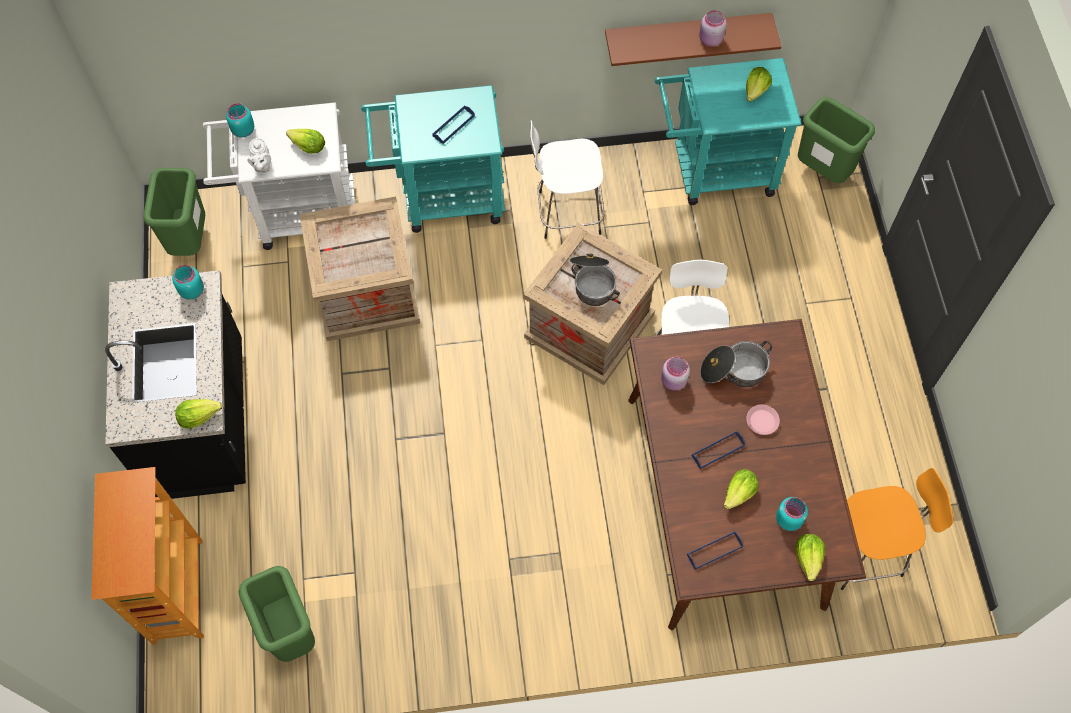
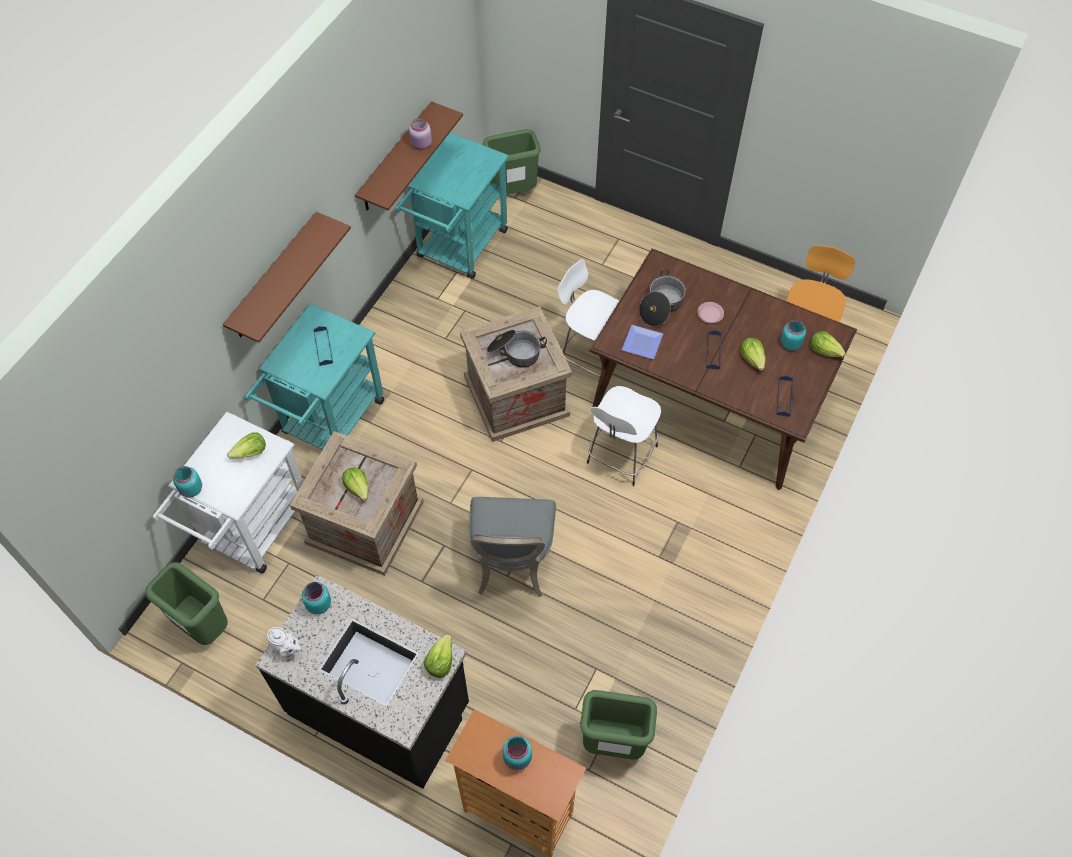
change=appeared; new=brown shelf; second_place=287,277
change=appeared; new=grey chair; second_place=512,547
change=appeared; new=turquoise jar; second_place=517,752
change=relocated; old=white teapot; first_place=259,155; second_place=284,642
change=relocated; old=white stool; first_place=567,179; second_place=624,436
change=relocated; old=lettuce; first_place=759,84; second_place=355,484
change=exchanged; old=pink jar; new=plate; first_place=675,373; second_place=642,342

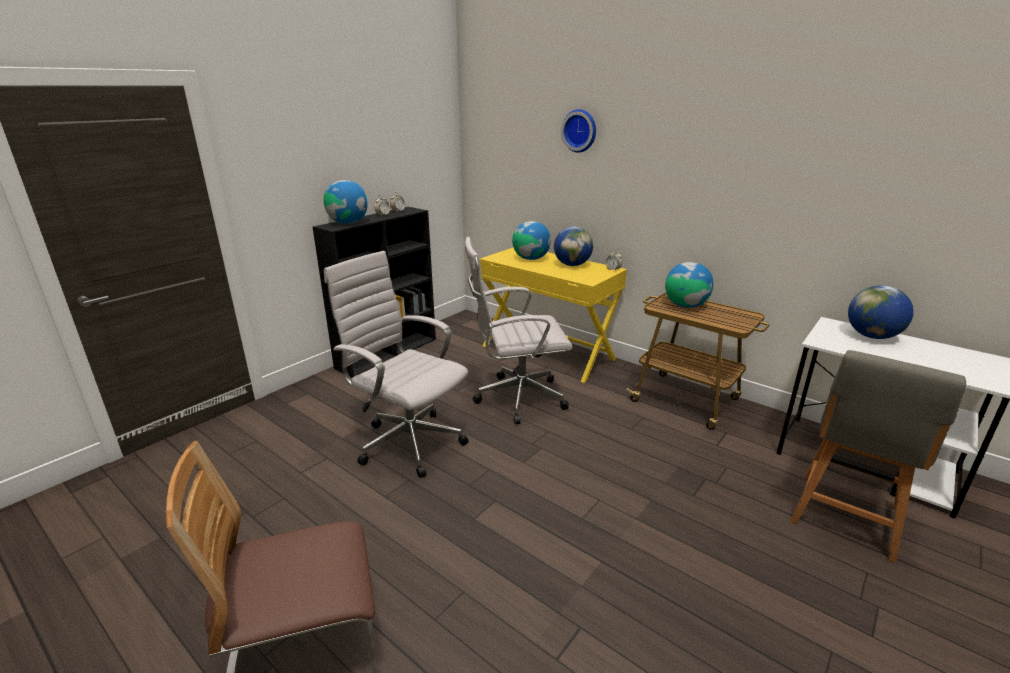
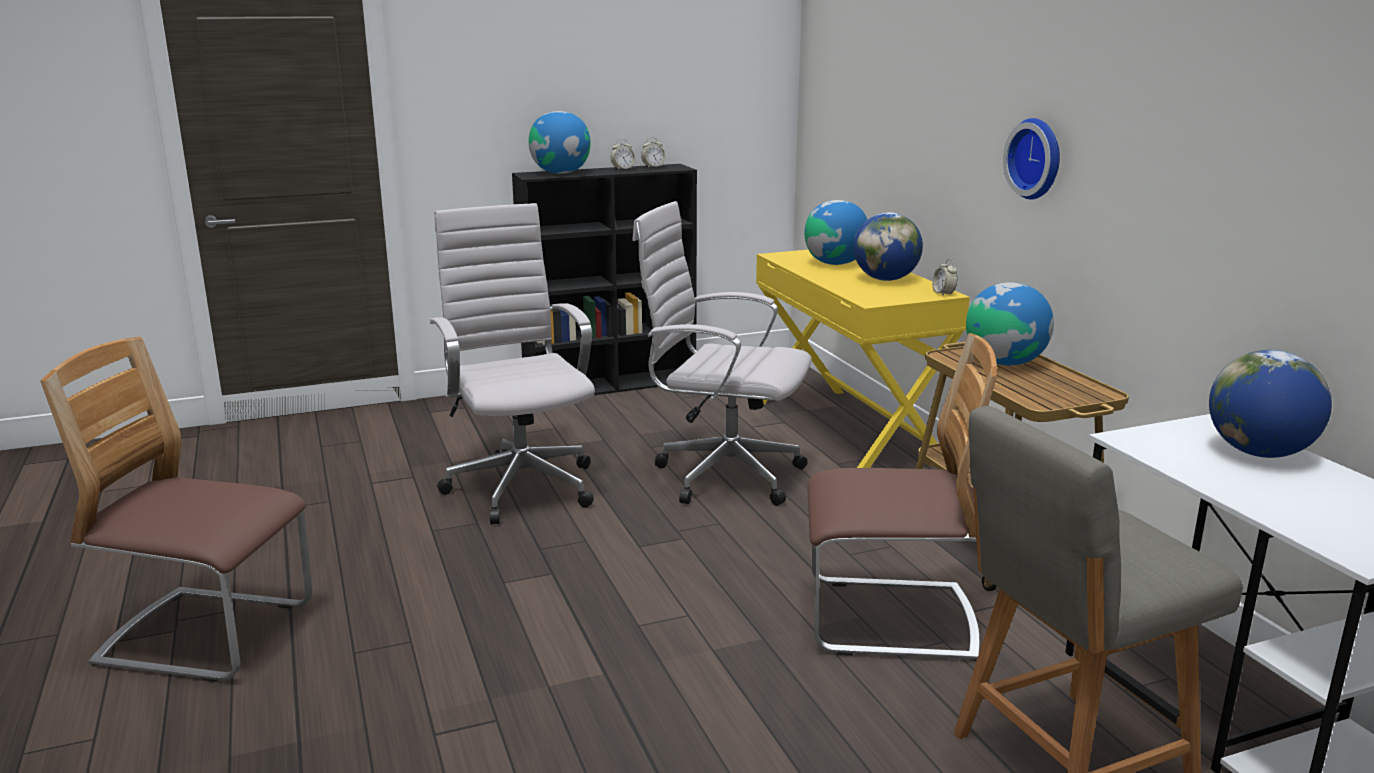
change=appeared; new=chair; second_place=902,497
change=relocated; old=wall clock; first_place=578,131; second_place=1031,159

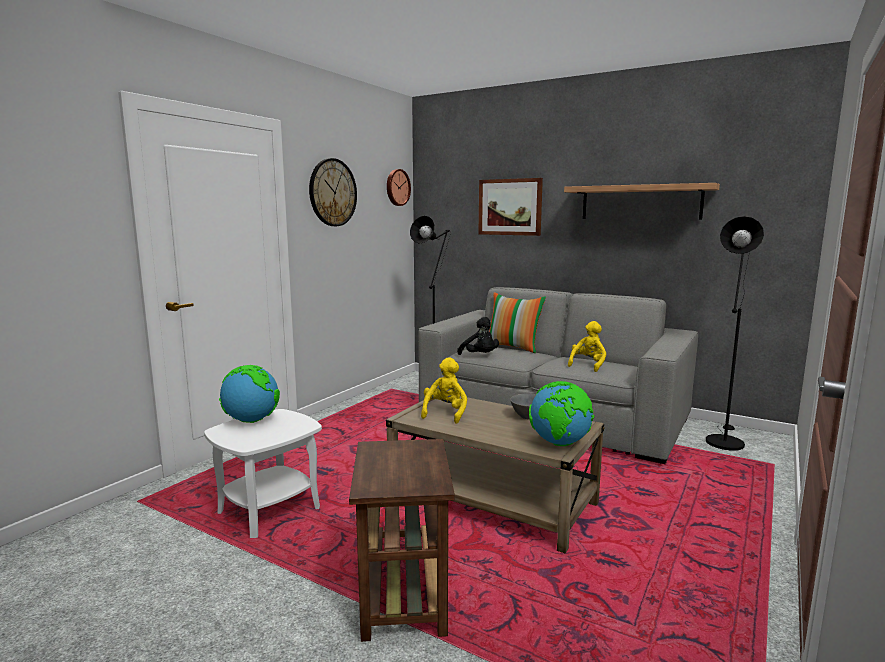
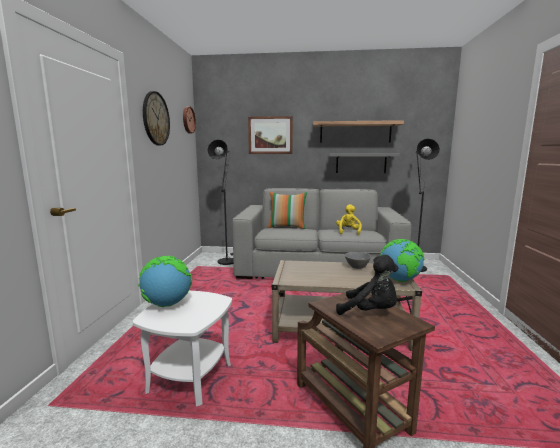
change=missing; old=yellow plush toy; first_place=444,390
change=appeared; new=grey shelf; second_place=364,163
change=relocated; old=black plush toy; first_place=478,336; second_place=367,285

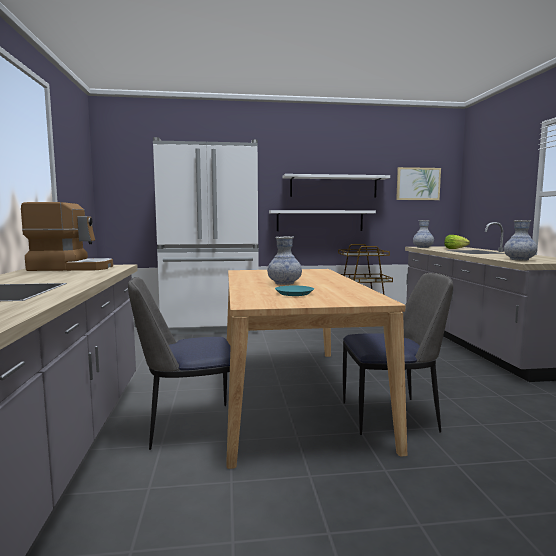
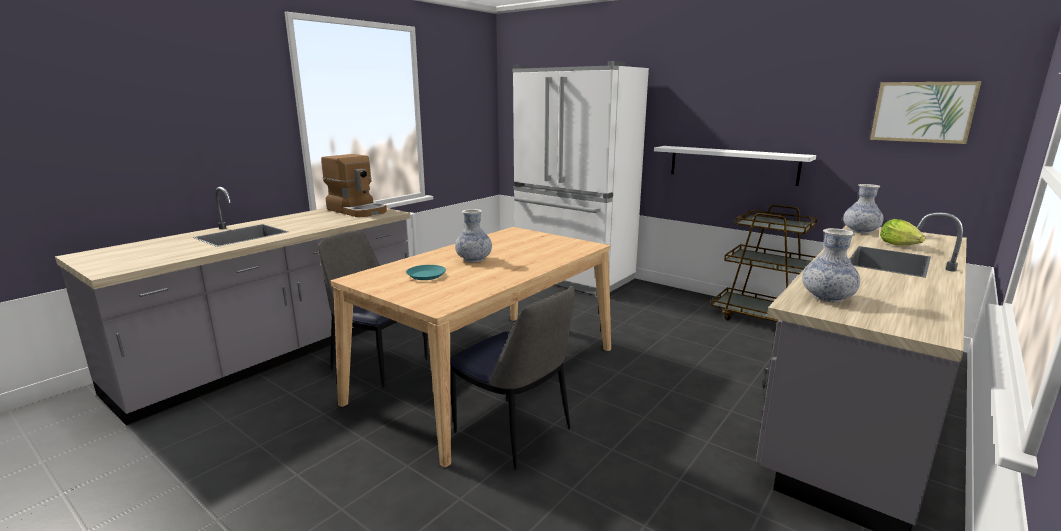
change=missing; old=white shelf; first_place=336,185

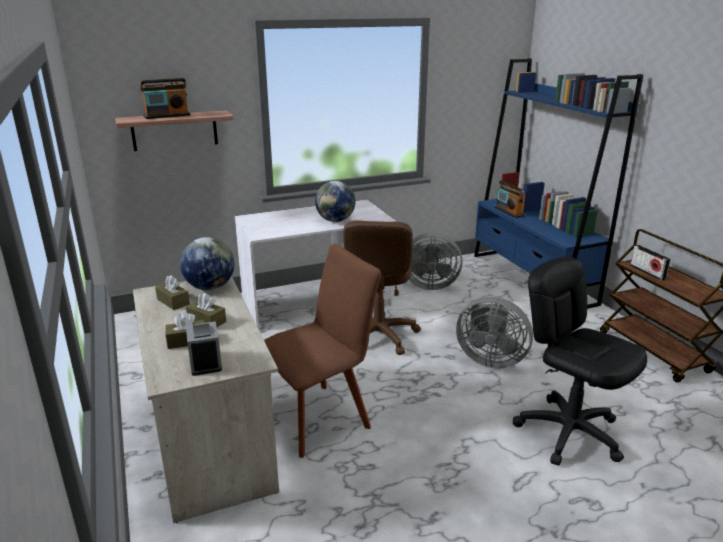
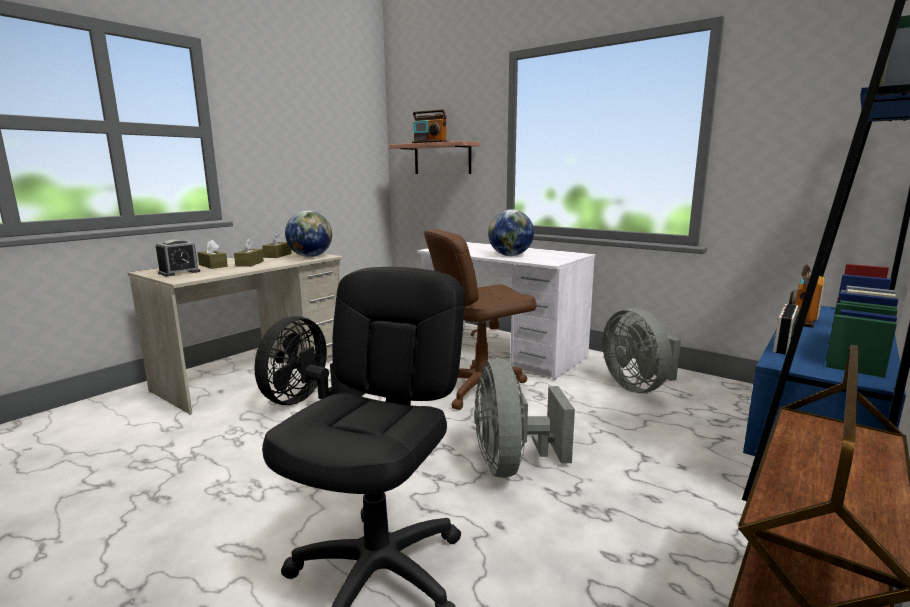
change=relocated; old=radio; first_place=650,262; second_place=786,329
change=exchanged; old=brown chair; new=black fan; first_place=322,351; second_place=309,360

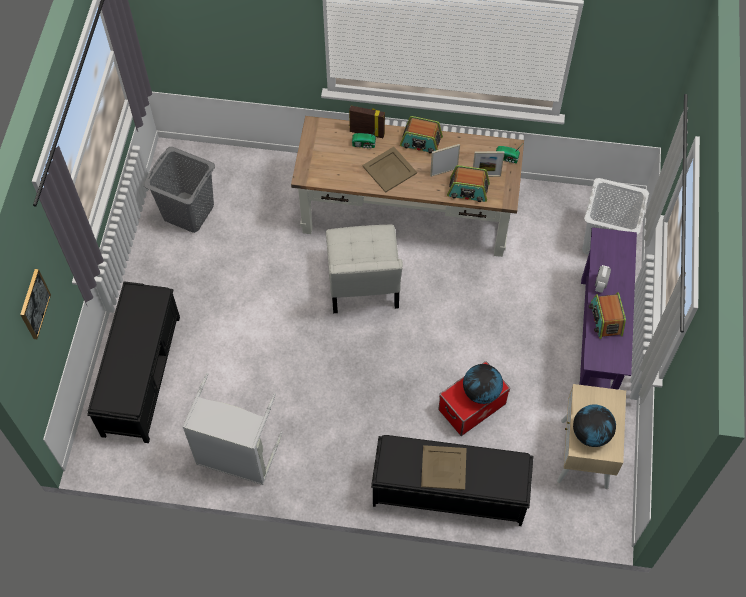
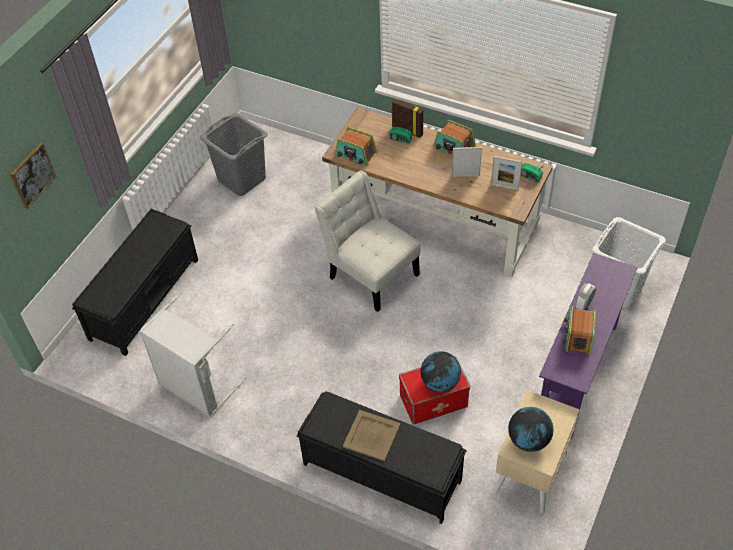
change=missing; old=beige tray; first_place=389,170
change=relocated; old=radio; first_place=468,183; second_place=356,146
change=spun; old=white chair; first_place=364,269; second_place=367,241; degrees=120

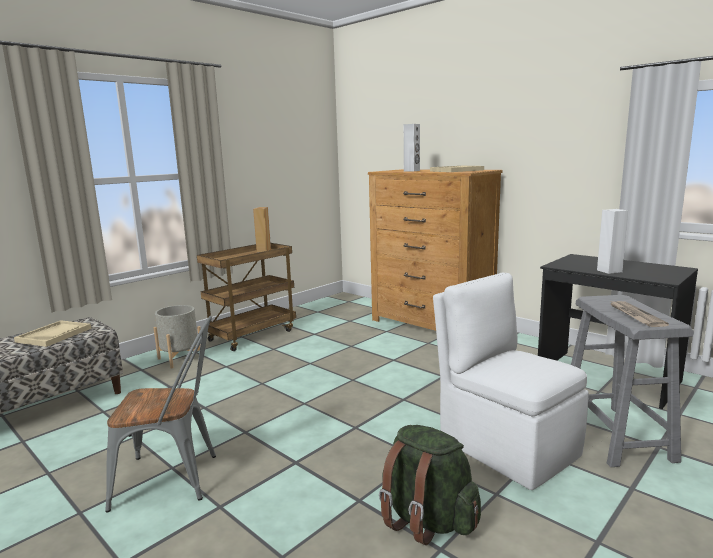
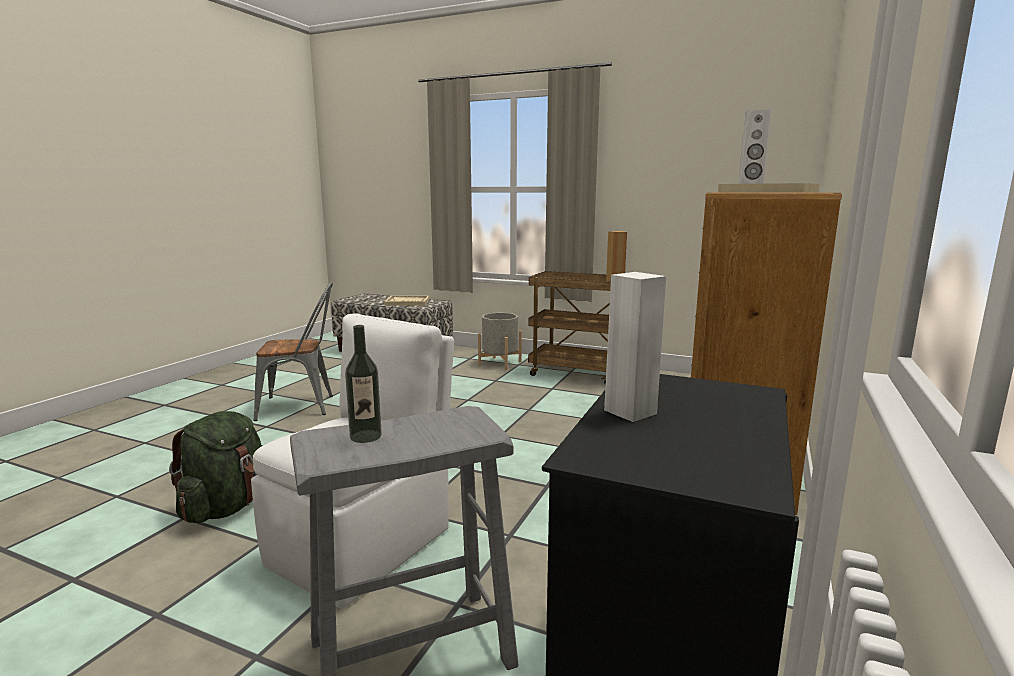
change=exchanged; old=newspaper; new=bottle; first_place=639,314; second_place=363,384
change=spun; old=grey chair; first_place=161,414; second_place=293,351; degrees=-75

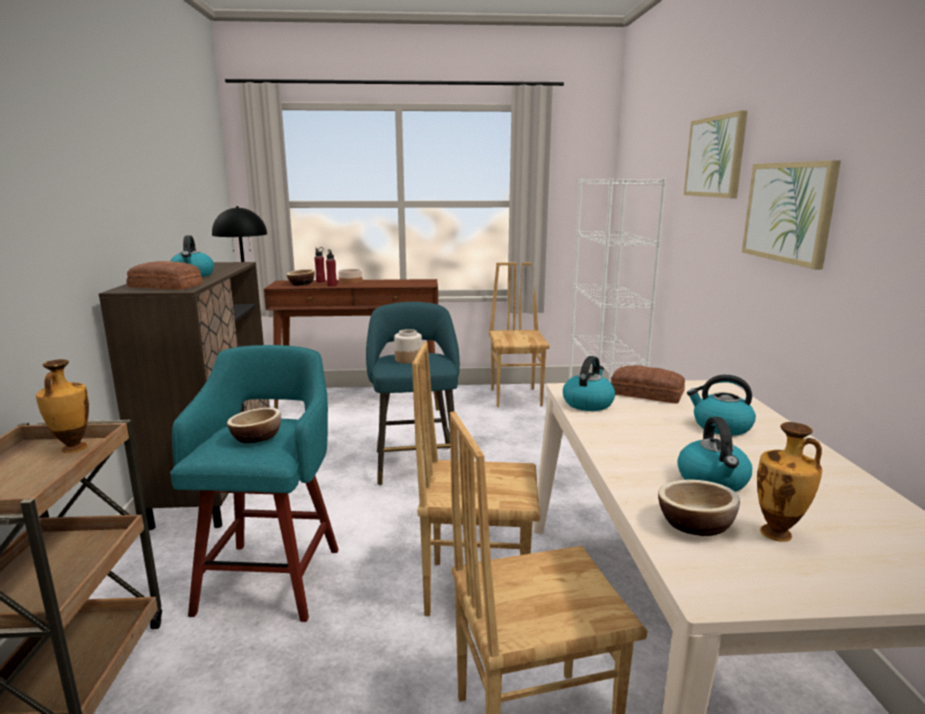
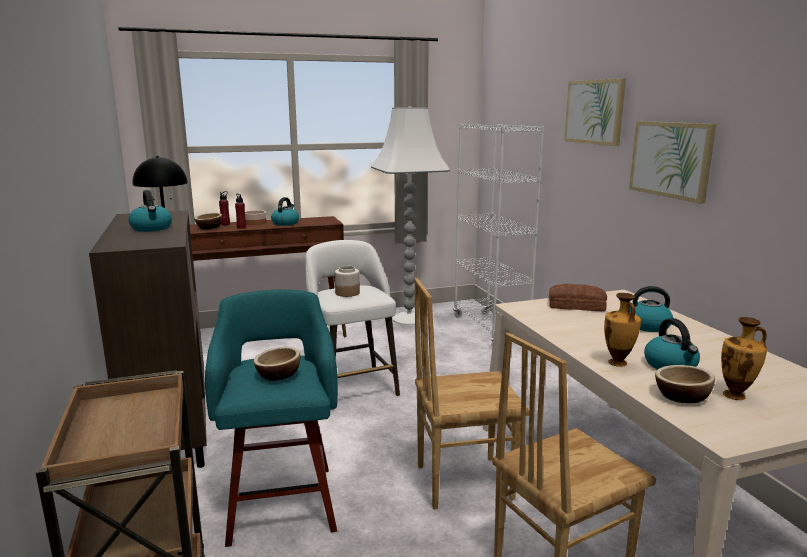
change=missing; old=bread; first_place=165,275
change=relocated; old=vase; first_place=62,406; second_place=622,330
change=relocated; old=kettle; first_place=589,383; second_place=285,211
change=exchanged; old=brown chair; new=white floor lamp; first_place=519,334; second_place=410,215
change=colour; old=turquoise stool; new=white stool; first_place=413,394; second_place=352,325

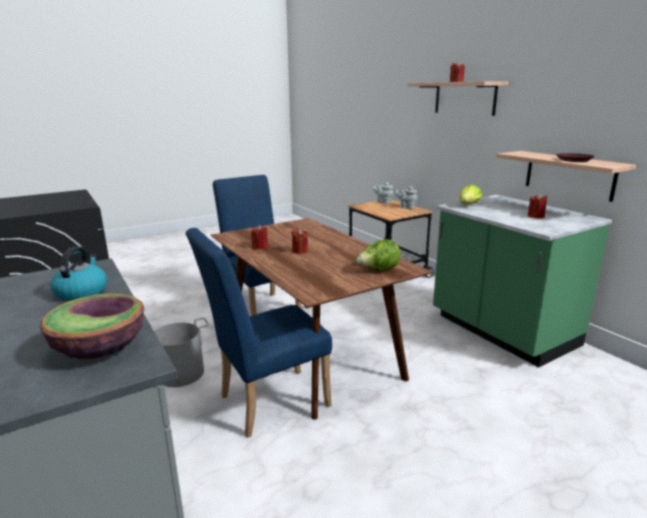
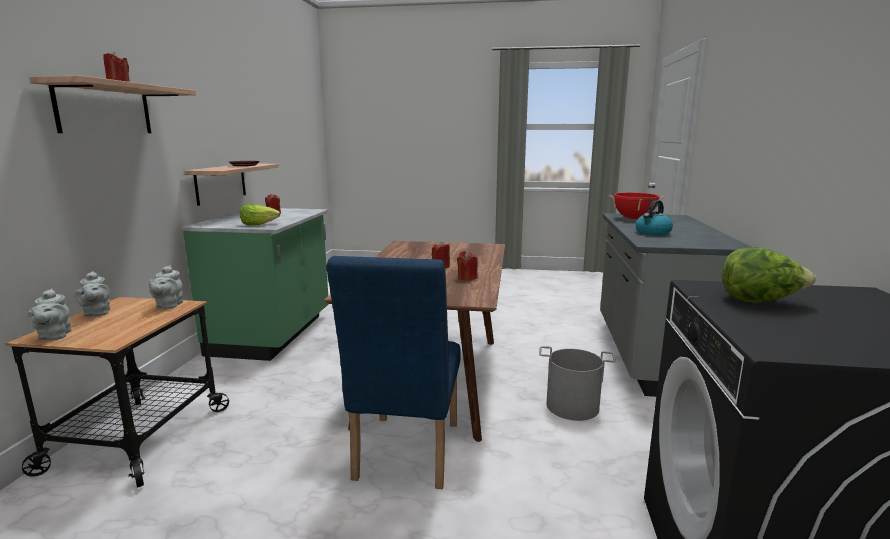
change=missing; old=blue chair; first_place=259,333
change=appeared; new=grey teapot; second_place=166,287
change=relocated; old=lettuce; first_place=379,254; second_place=769,275
change=exchanged; old=bowl; new=red cooking pot; first_place=92,326; second_place=637,205

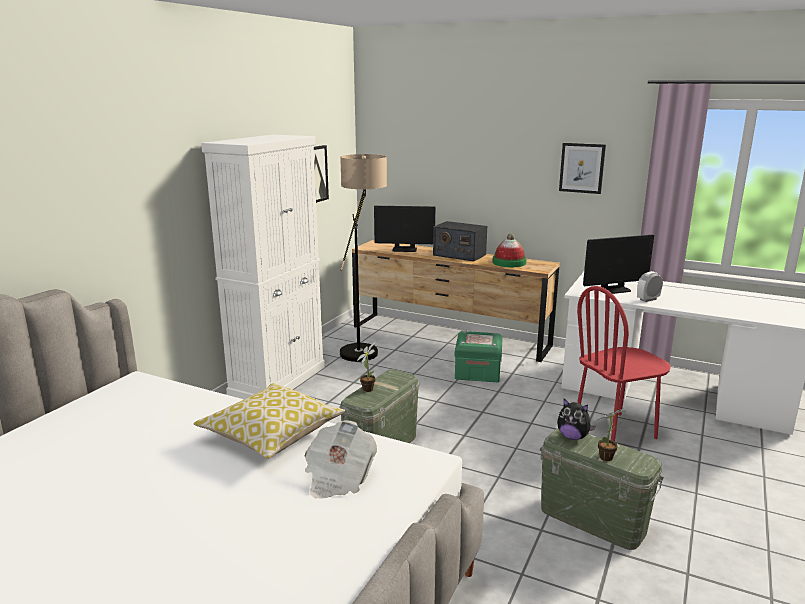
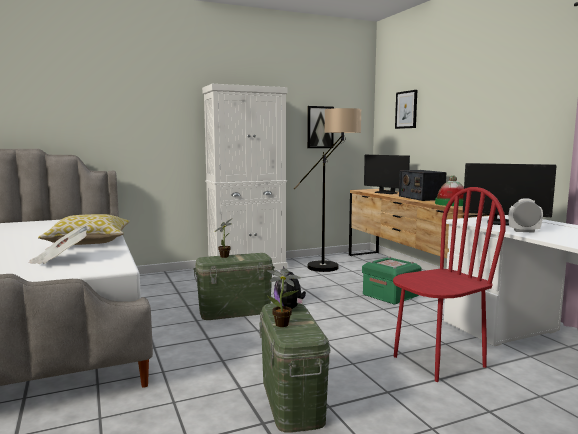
change=relocated; old=picture; first_place=582,168; second_place=406,109
change=spun; old=red chair; first_place=624,364; second_place=449,284; degrees=135

